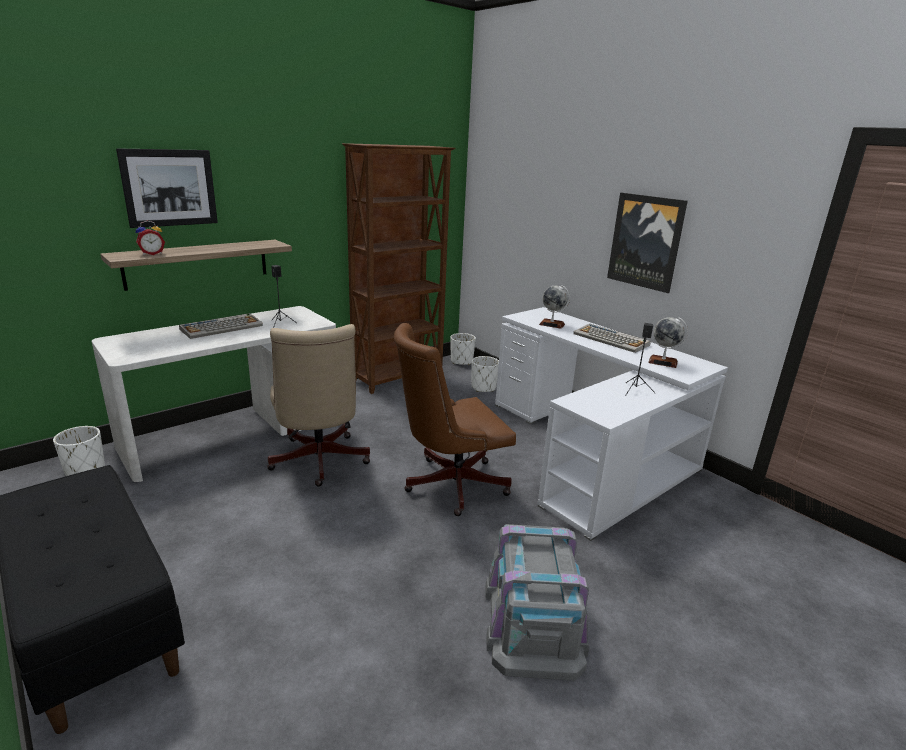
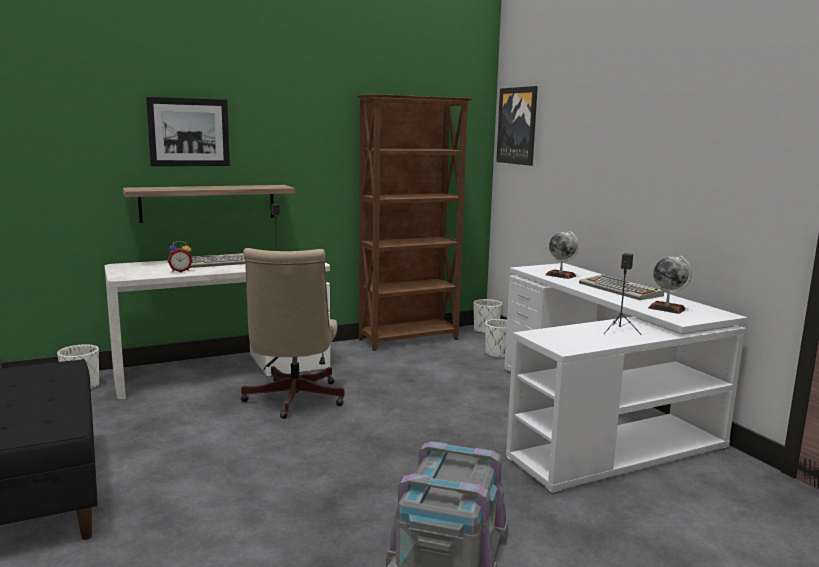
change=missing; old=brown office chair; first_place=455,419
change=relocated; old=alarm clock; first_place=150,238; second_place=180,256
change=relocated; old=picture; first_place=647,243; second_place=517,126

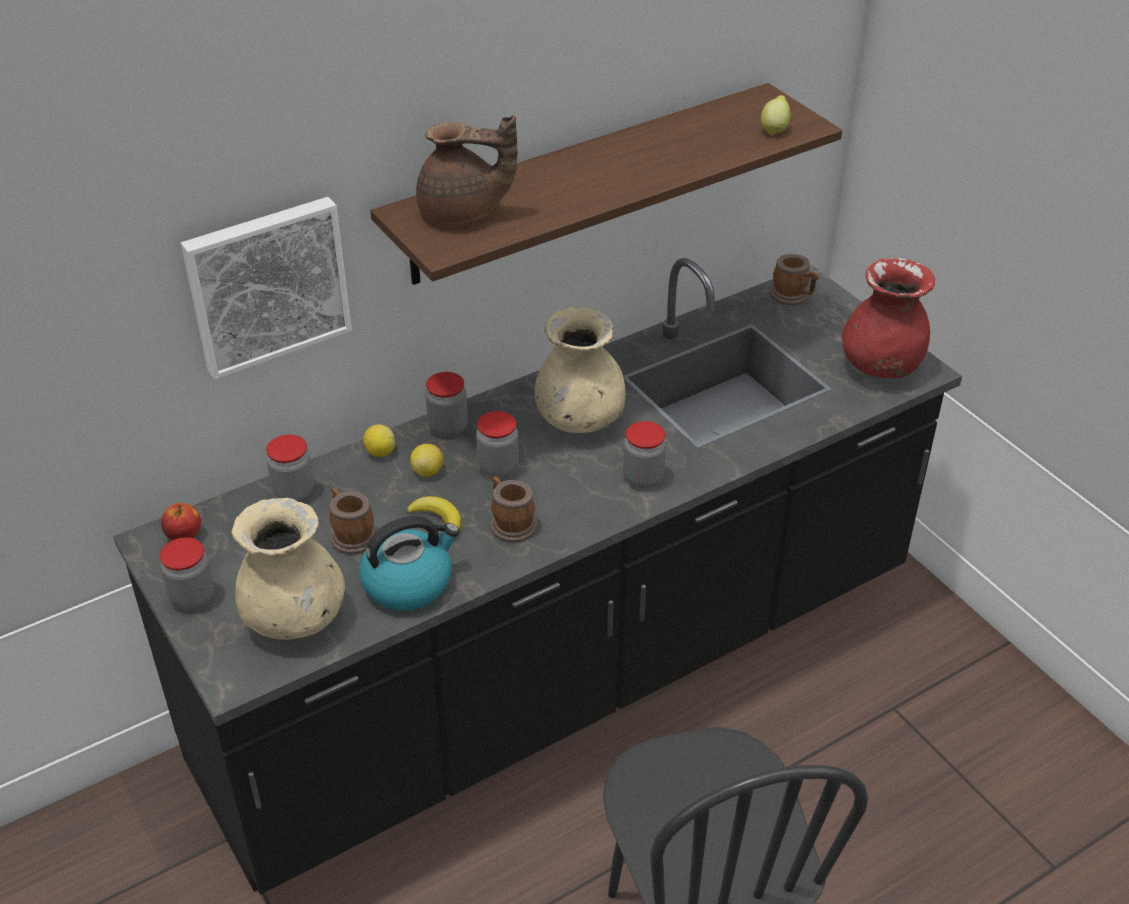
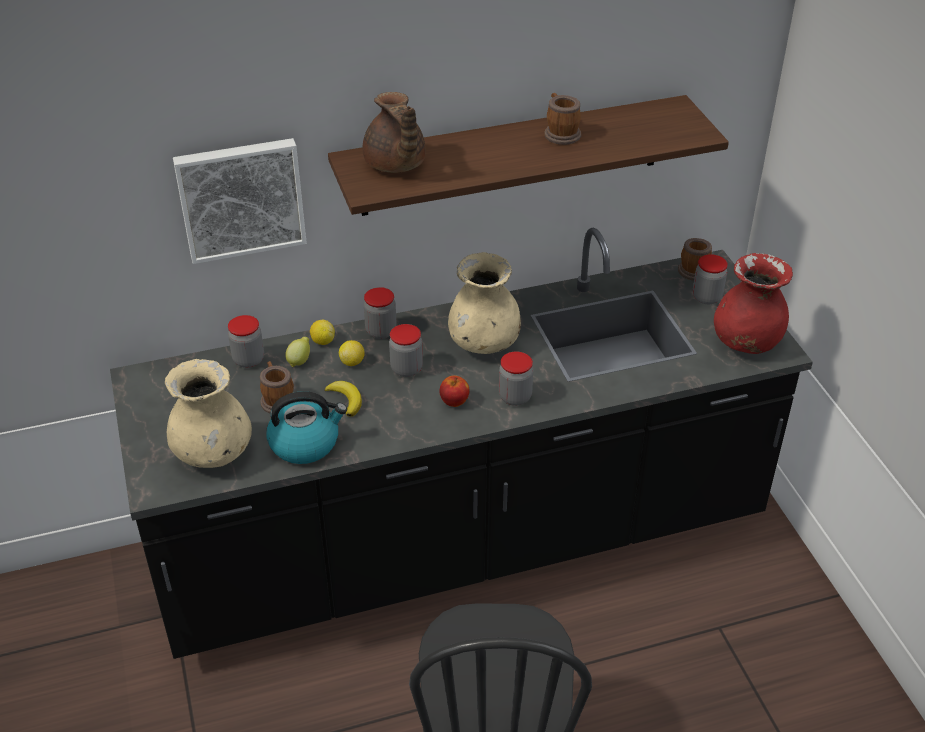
change=relocated; old=jar; first_place=187,573; second_place=710,279
change=relocated; old=apple; first_place=181,522; second_place=455,391
change=relocated; old=mug; first_place=514,509; second_place=562,119
change=relocated; old=lemon; first_place=775,115; second_place=297,352
change=spun; old=brown teapot; first_place=466,169; second_place=394,132; degrees=45

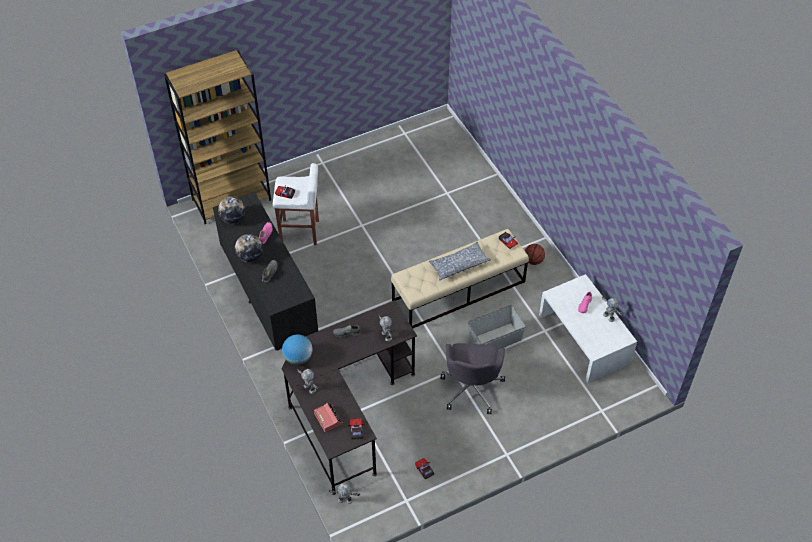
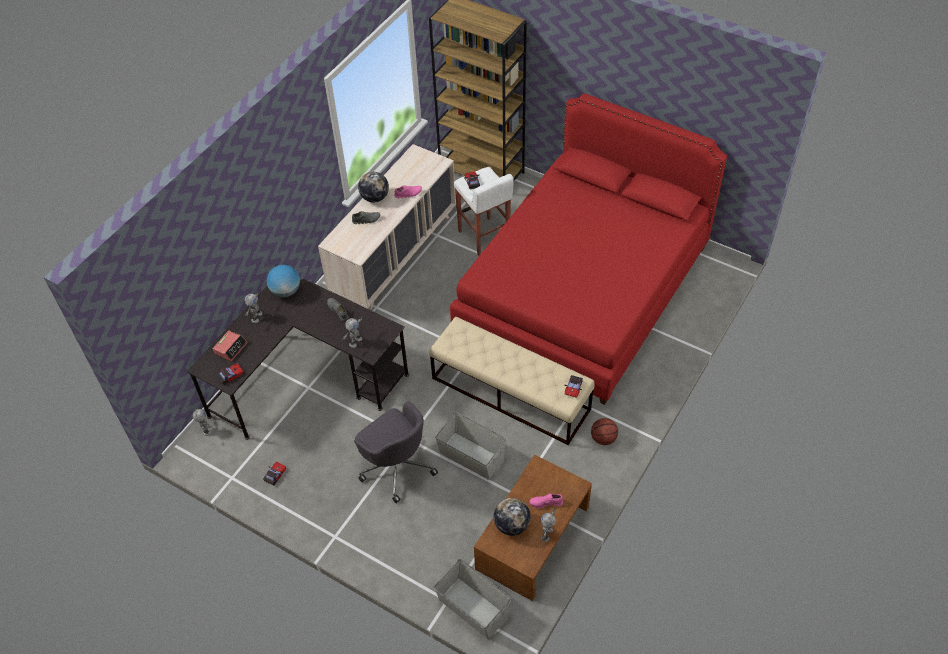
change=missing; old=pillow; first_place=460,261
change=appeared; new=grey storage box; second_place=472,599
change=appeared; new=red bed; second_place=588,249
change=relocated; old=globe; first_place=232,210; second_place=512,517
change=colour; old=black dresser; new=beige dresser; first_place=265,271; second_place=387,227
change=colour; old=white coffee table; new=brown coffee table; first_place=588,328; second_place=533,528
change=spun; old=grey office chair; first_place=473,378; second_place=396,452; degrees=-105

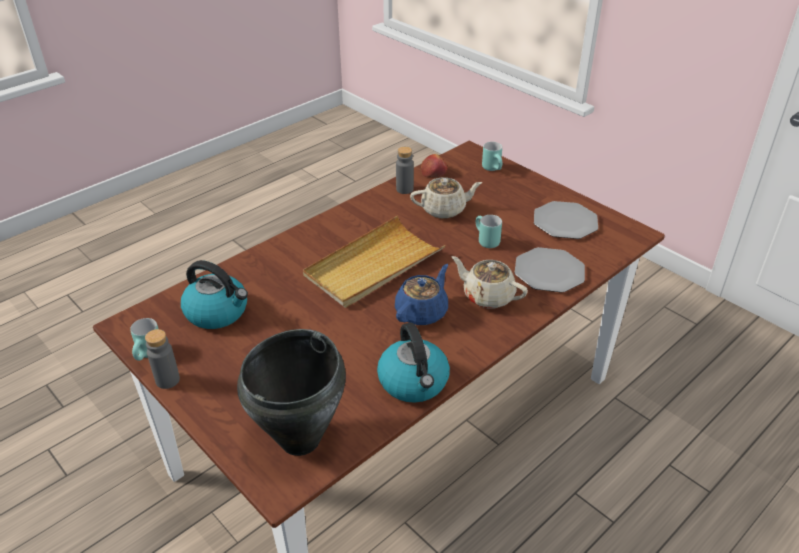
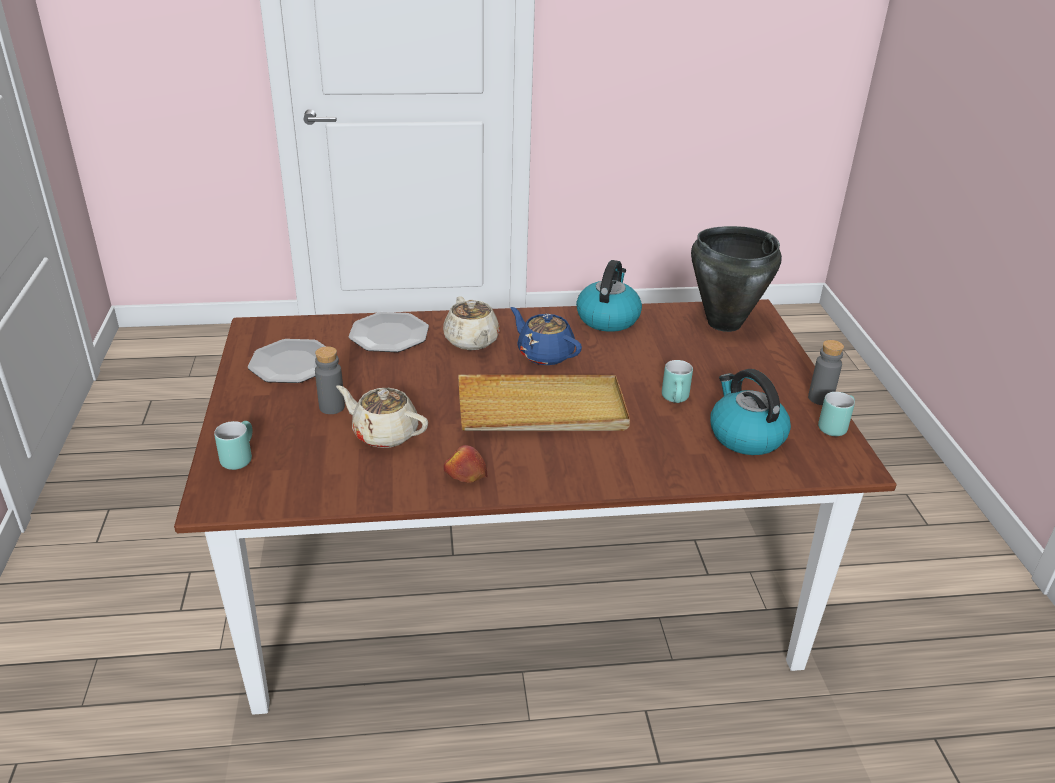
change=relocated; old=grey bottle; first_place=405,170; second_place=330,380
change=relocated; old=apple; first_place=434,166; second_place=465,464
change=relocated; old=turquoise mug; first_place=489,231; second_place=677,381
change=spun; old=blue teapot; first_place=421,294; second_place=546,336; degrees=60

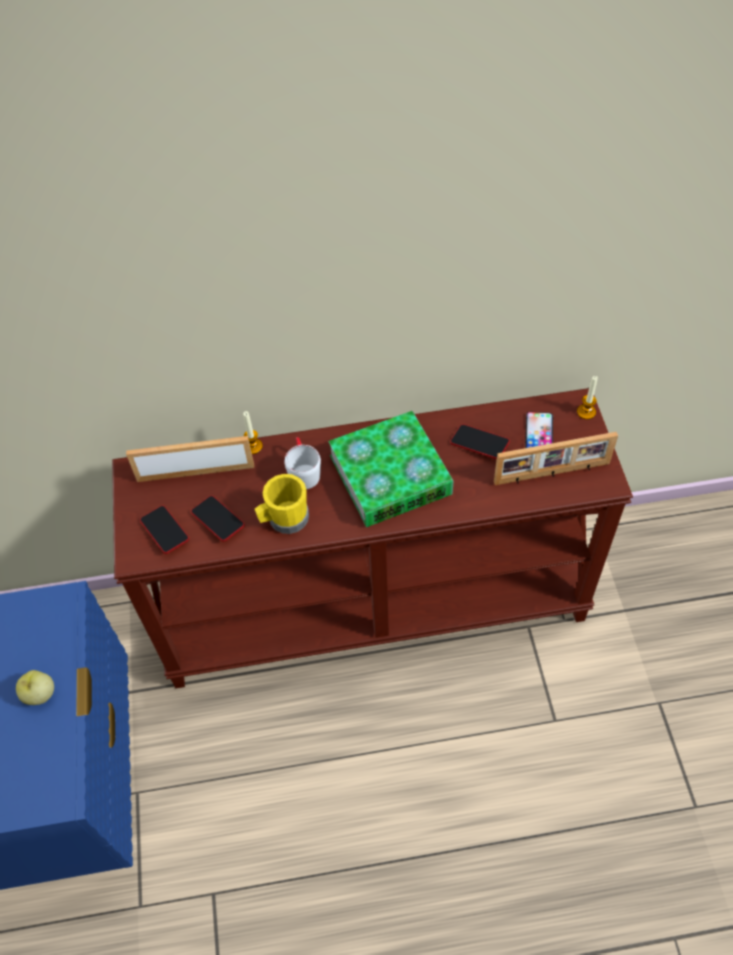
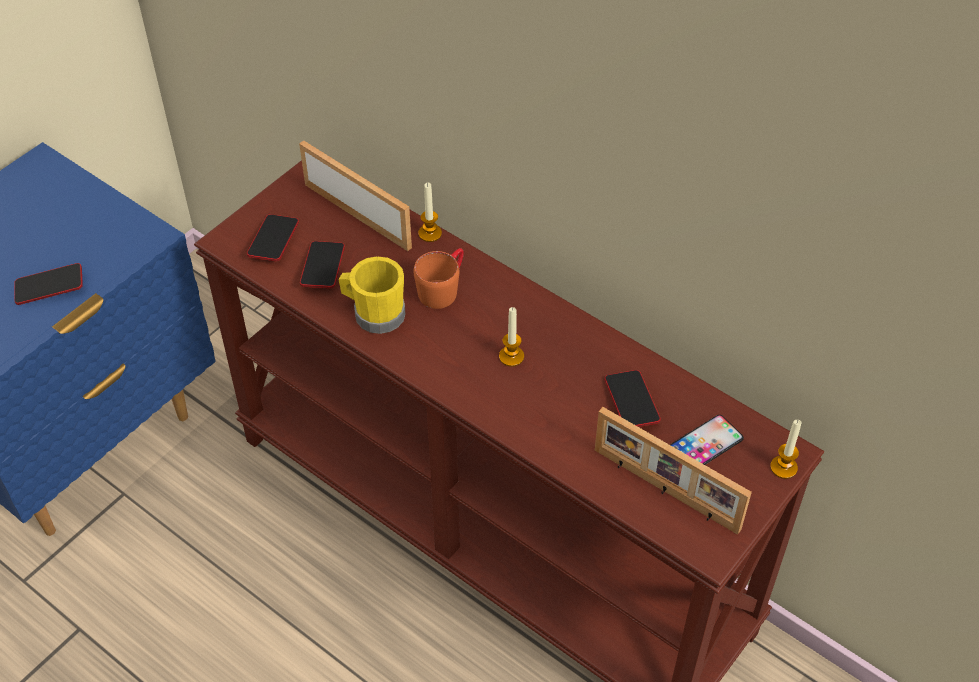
change=exchanged; old=apple; new=phone; first_place=35,687; second_place=48,284
change=exchanged; old=book; new=candle; first_place=391,469; second_place=511,337
change=colour; old=white mug; new=orange mug; first_place=302,463; second_place=439,278

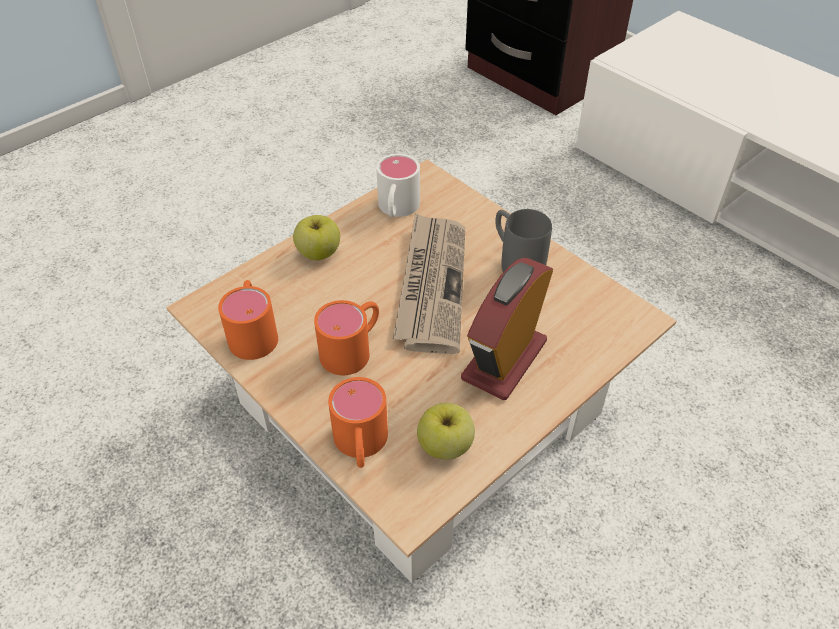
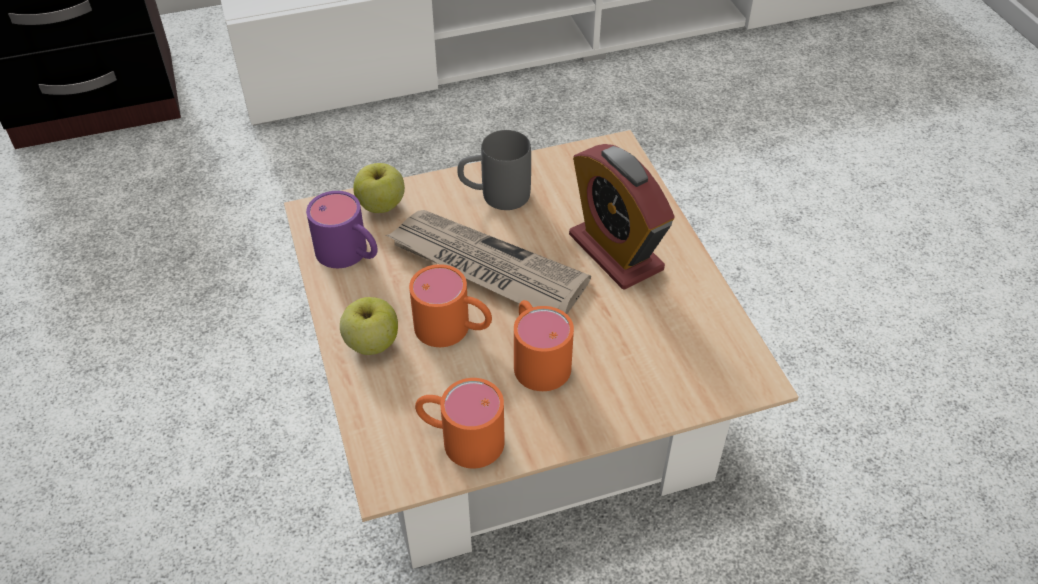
change=relocated; old=orange mug; first_place=358,422; second_place=450,305
change=relocated; old=apple; first_place=446,431; second_place=379,188
change=colour; old=white mug; new=purple mug; first_place=398,185; second_place=342,229

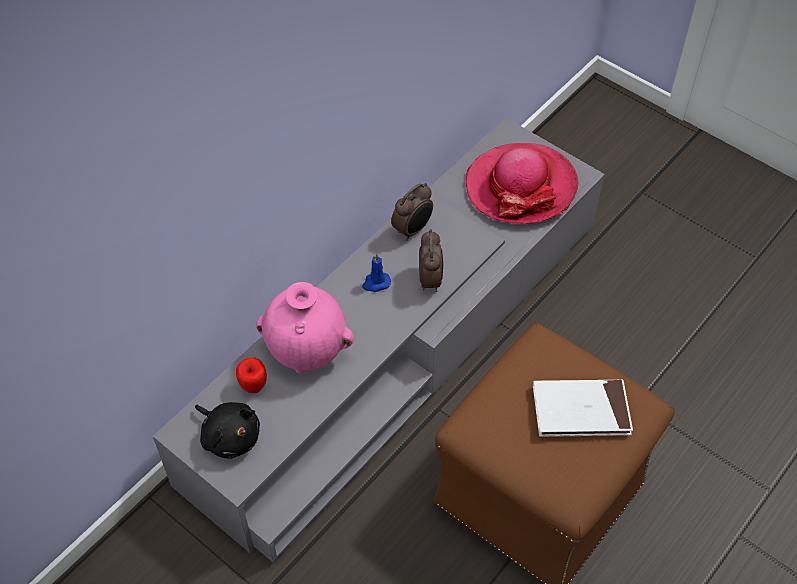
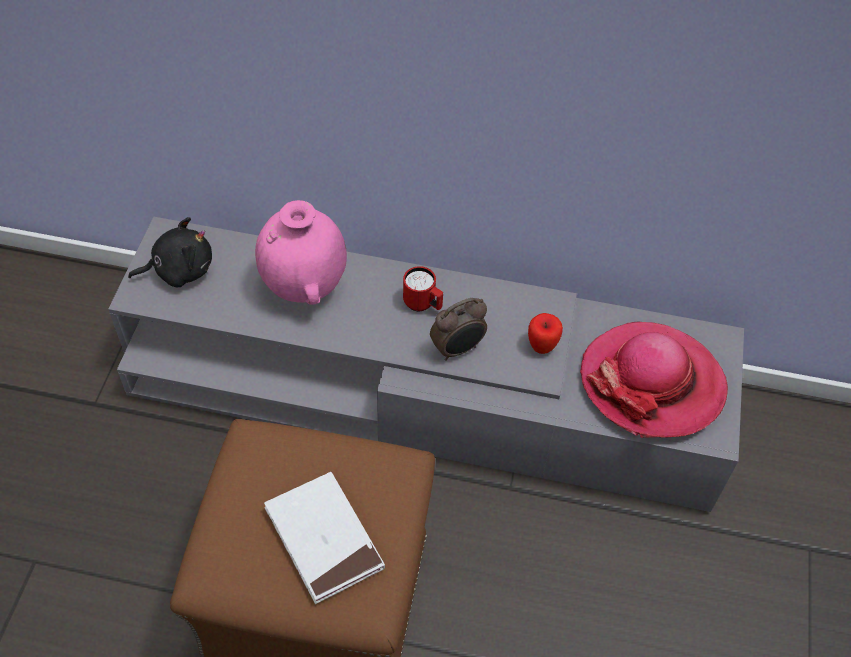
change=missing; old=alarm clock; first_place=412,212
change=relocated; old=apple; first_place=251,375; second_place=545,333
change=exchanged; old=blue candle; new=red mug; first_place=376,272; second_place=423,288
change=spun; old=black plush toy; first_place=227,430; second_place=170,252; degrees=-120

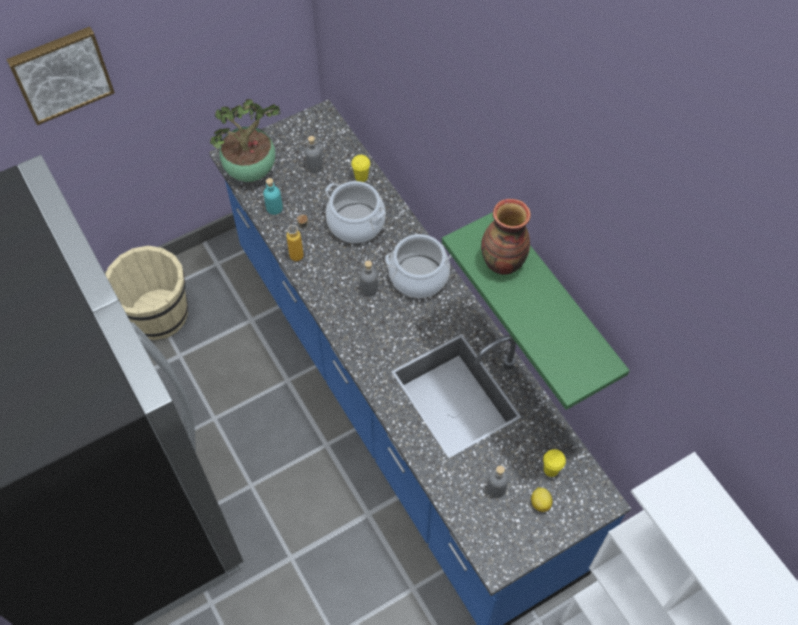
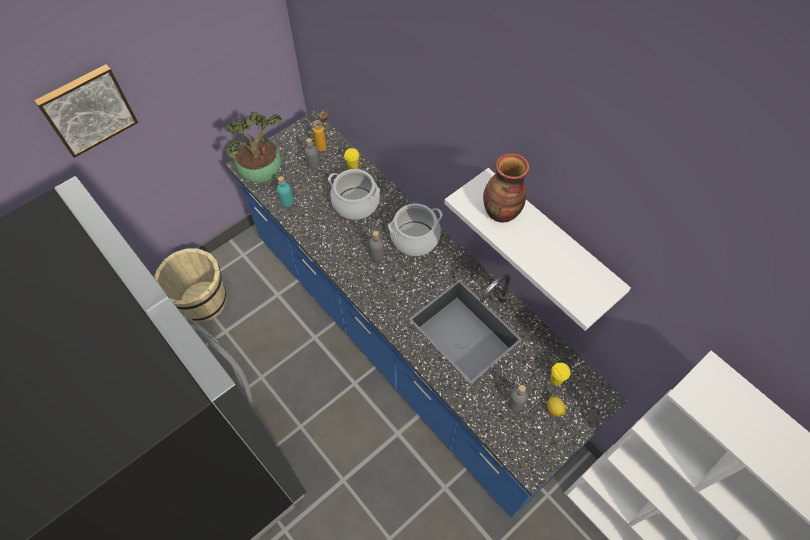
change=relocated; old=bottle; first_place=297,237; second_place=320,131
change=colour; old=green shelf; new=white shelf; first_place=536,311; second_place=537,249

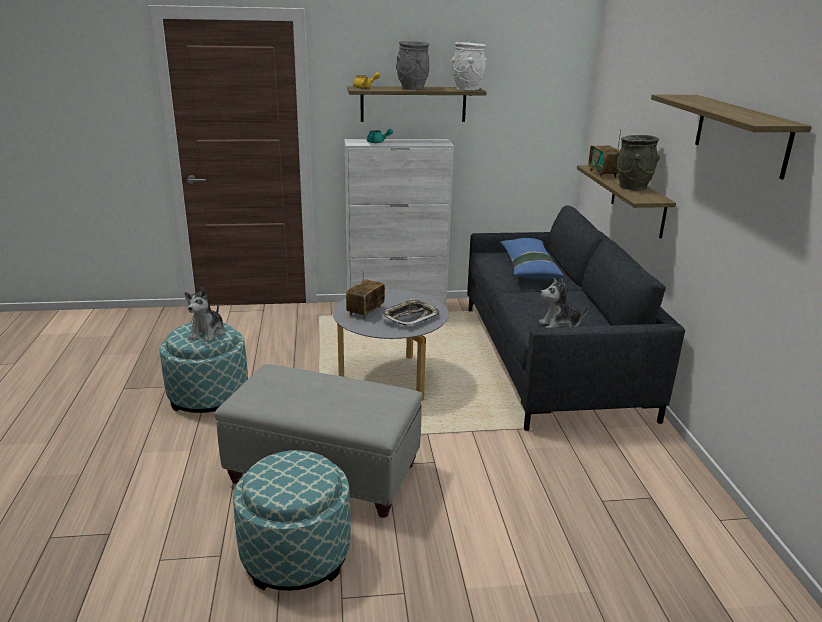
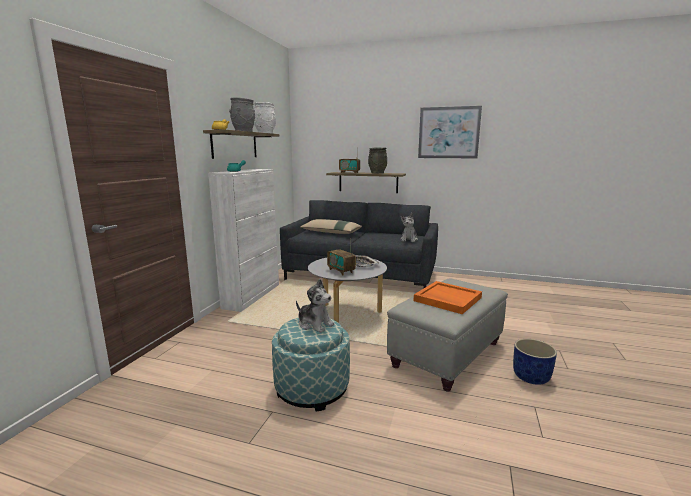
change=appeared; new=orange tray; second_place=448,297
change=exchanged; old=ottoman; new=blue planter; first_place=292,520; second_place=535,362
change=exchanged; old=shelf; new=picture; first_place=731,137; second_place=450,132
change=colour; old=blue pillow; new=beige pillow; first_place=532,258; second_place=331,226

